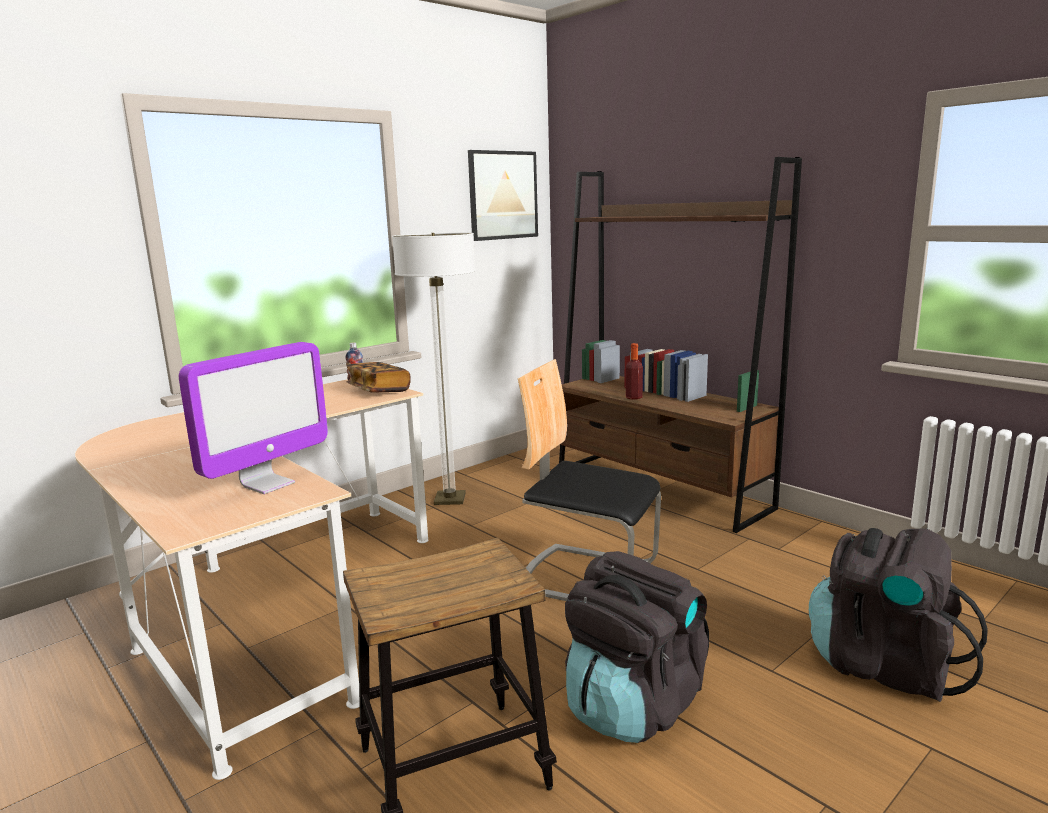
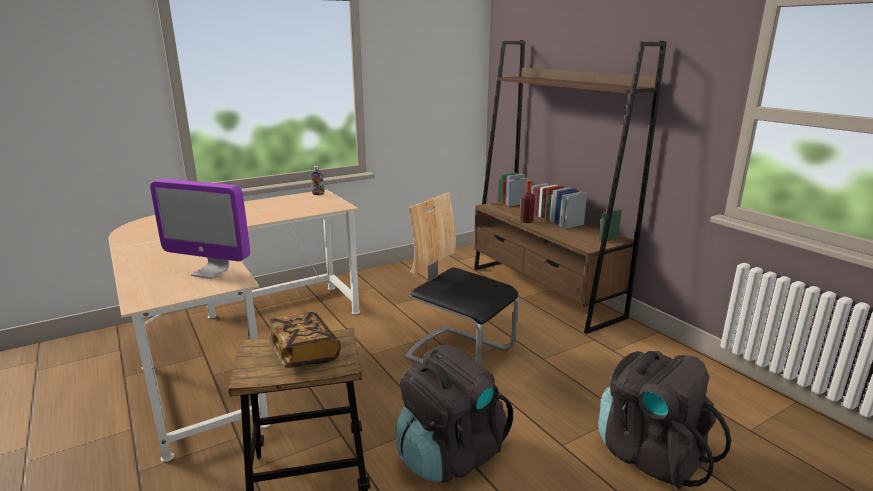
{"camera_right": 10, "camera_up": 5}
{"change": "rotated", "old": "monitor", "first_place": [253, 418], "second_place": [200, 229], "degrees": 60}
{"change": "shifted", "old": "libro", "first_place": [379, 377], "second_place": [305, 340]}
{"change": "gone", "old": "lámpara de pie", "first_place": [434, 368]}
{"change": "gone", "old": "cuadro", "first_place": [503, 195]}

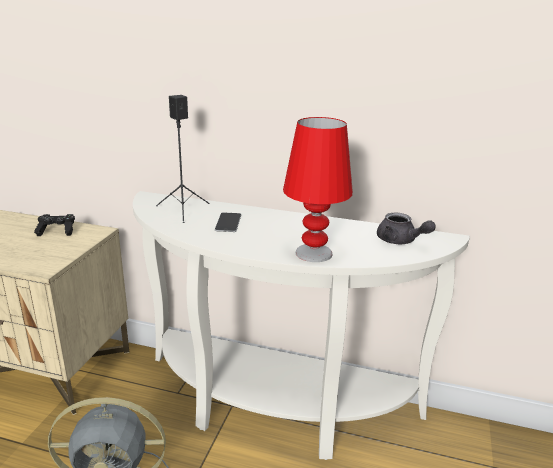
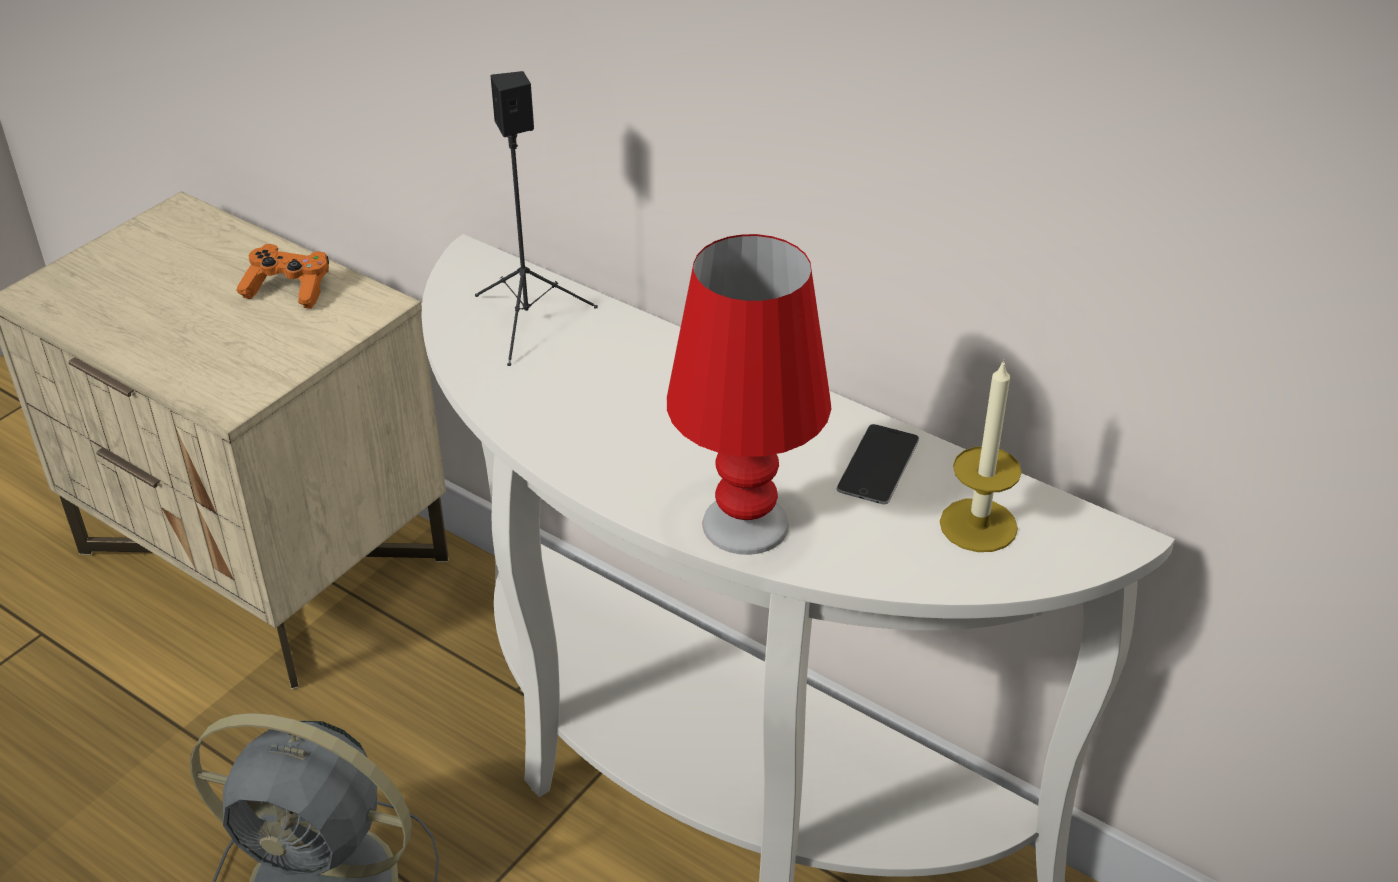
{"camera_right": 20, "camera_up": 15}
{"change": "repainted", "old": "mando de consola (negro)", "new": "mando de consola (naranja)", "first_place": [54, 225], "second_place": [282, 276]}
{"change": "shifted", "old": "móvil", "first_place": [228, 222], "second_place": [878, 464]}
{"change": "swapped", "old": "tetera (gris)", "new": "vela", "first_place": [406, 228], "second_place": [981, 455]}

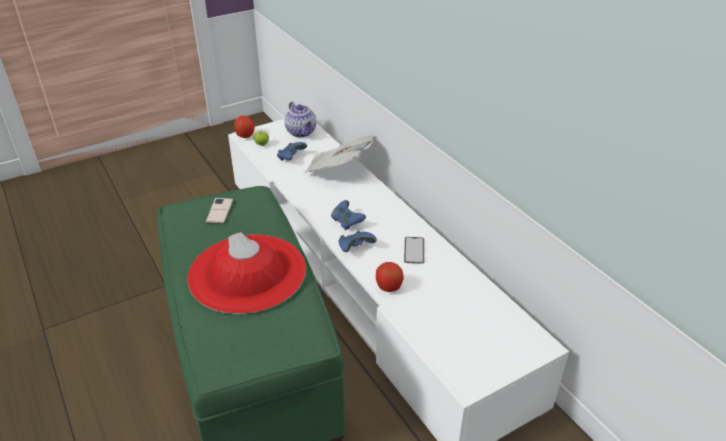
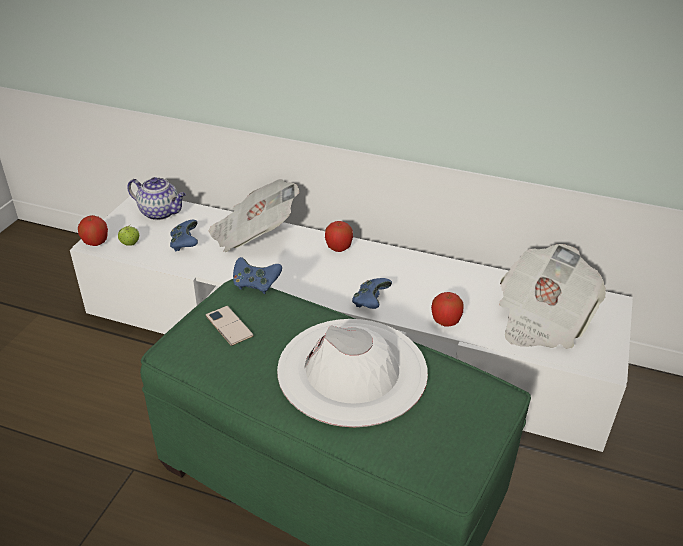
{"camera_right": -40, "camera_up": 0}
{"change": "repainted", "old": "sombrero (rojo)", "new": "sombrero (blanco)", "first_place": [246, 273], "second_place": [352, 373]}
{"change": "shifted", "old": "mando de consola (azul)", "first_place": [348, 215], "second_place": [257, 275]}
{"change": "gone", "old": "móvil", "first_place": [414, 250]}
{"change": "new", "new": "manzana", "second_place": [339, 236]}
{"change": "new", "new": "periódico", "second_place": [552, 296]}

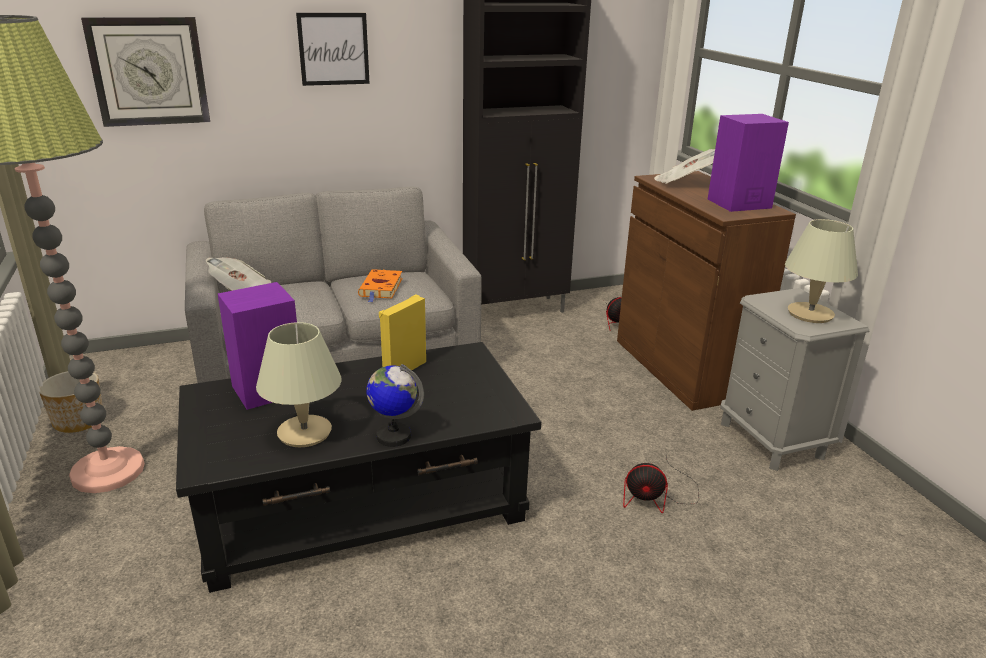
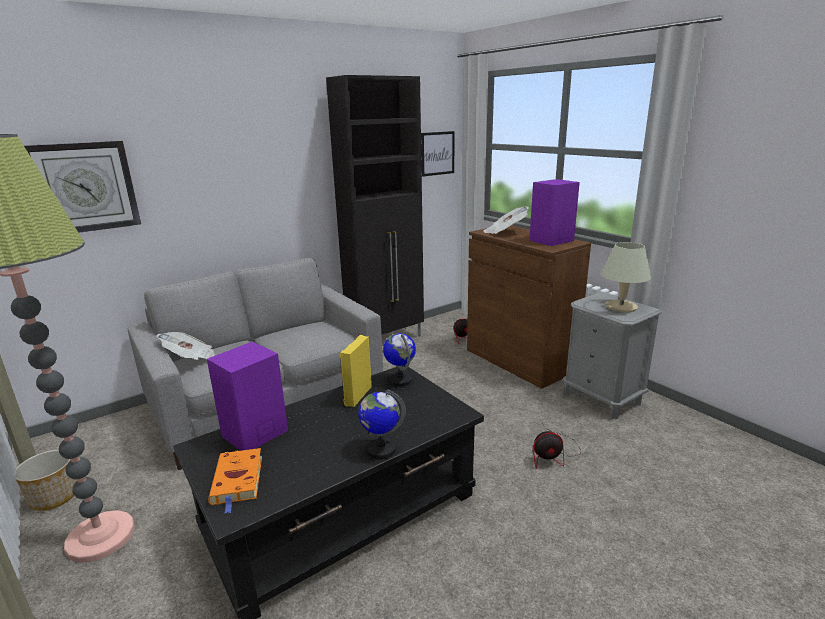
{"camera_right": -15, "camera_up": -5}
{"change": "gone", "old": "lámpara de mesa (beis)", "first_place": [299, 384]}
{"change": "shifted", "old": "cuadro", "first_place": [333, 49], "second_place": [438, 154]}
{"change": "shifted", "old": "libro (naranja)", "first_place": [380, 285], "second_place": [235, 481]}
{"change": "new", "new": "globo terráqueo", "second_place": [399, 360]}

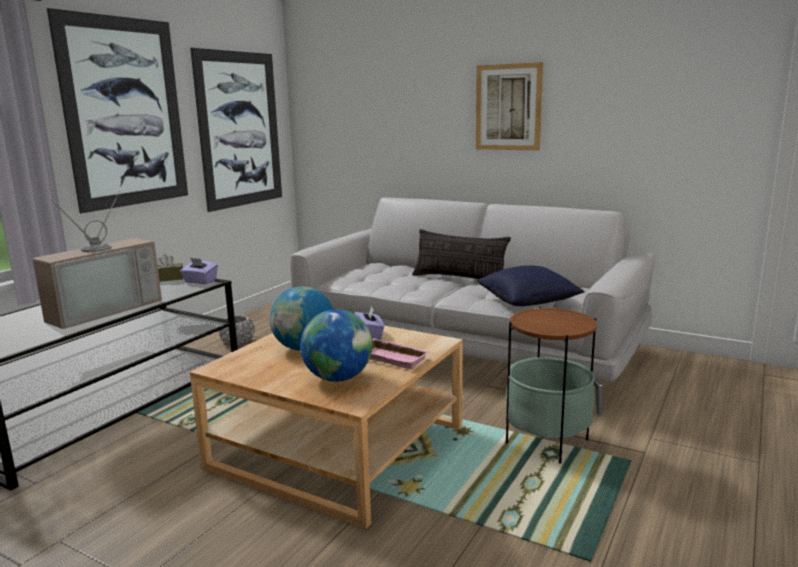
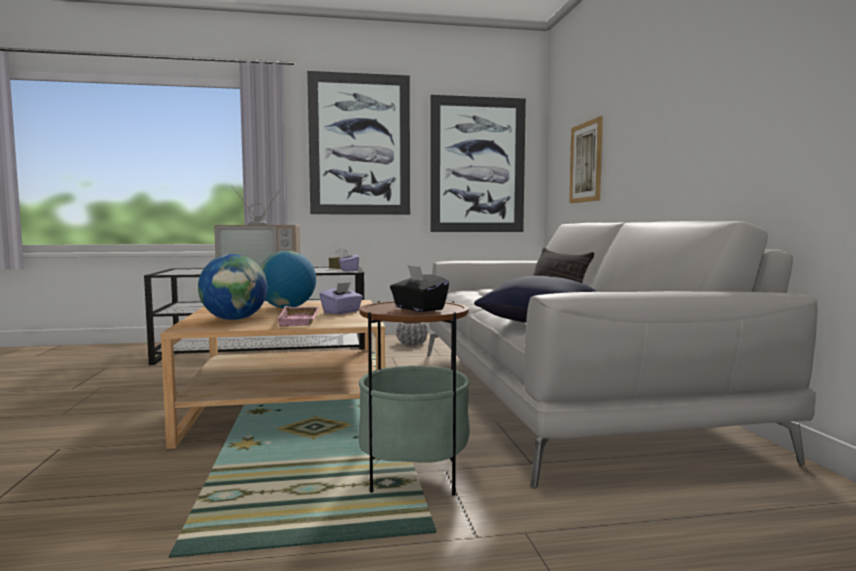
{"camera_right": 50, "camera_up": -10}
{"change": "shifted", "old": "cuadro", "first_place": [509, 106], "second_place": [586, 159]}
{"change": "new", "new": "caja de pañuelos (negro)", "second_place": [419, 288]}

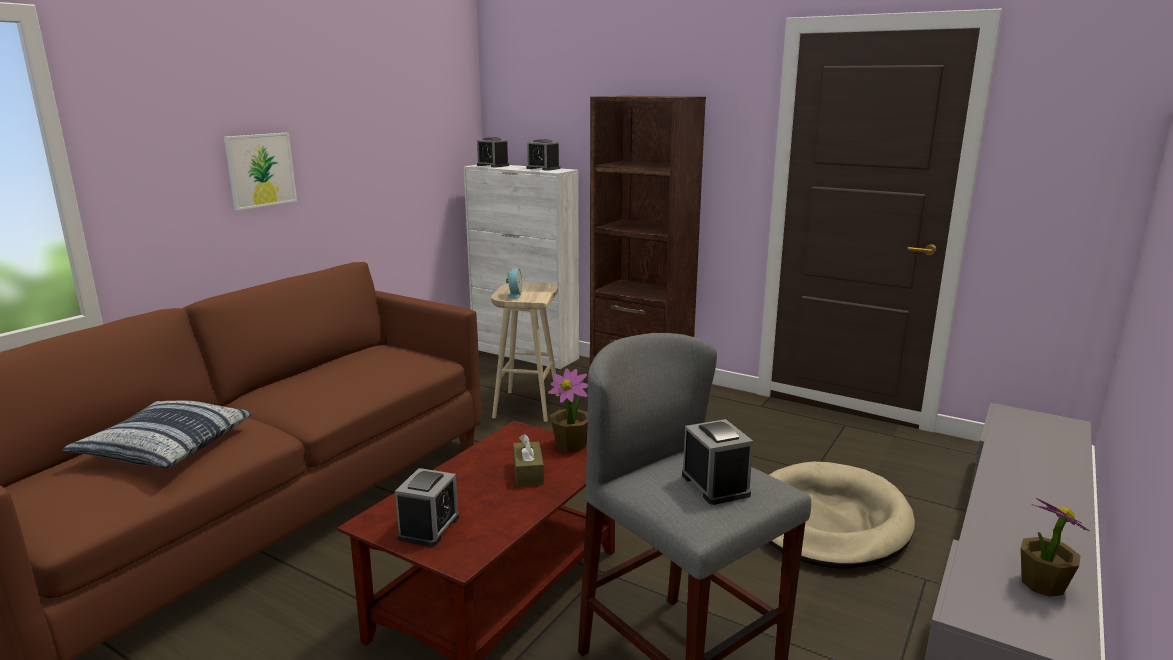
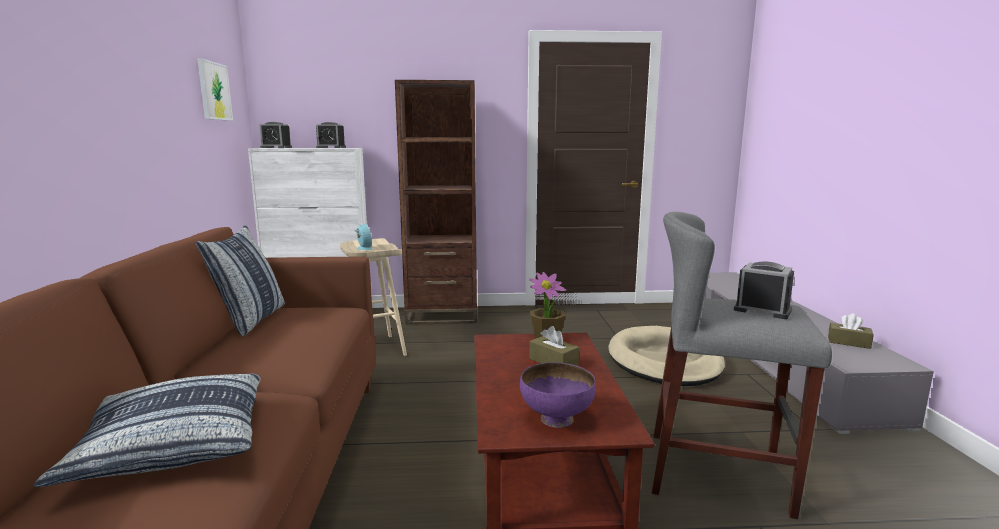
{"camera_right": -35, "camera_up": -5}
{"change": "shifted", "old": "cuadro", "first_place": [260, 171], "second_place": [215, 89]}
{"change": "swapped", "old": "despertador", "new": "cuenco (morado)", "first_place": [427, 507], "second_place": [558, 395]}
{"change": "swapped", "old": "planta en maceta", "new": "caja de pañuelos (marrón)", "first_place": [1055, 547], "second_place": [851, 331]}
{"change": "new", "new": "cojín", "second_place": [240, 280]}

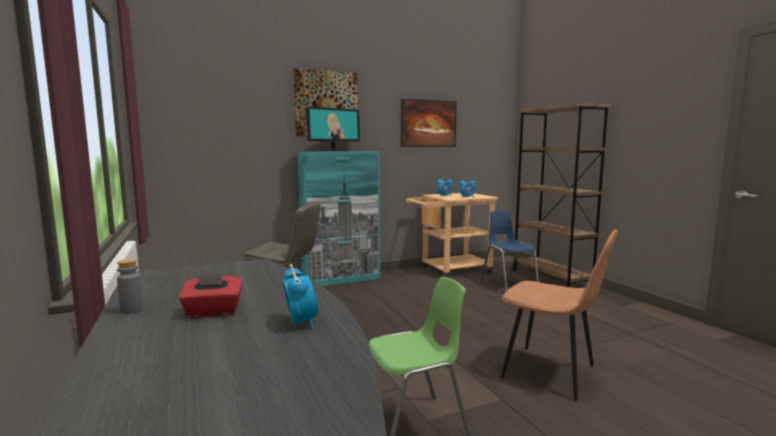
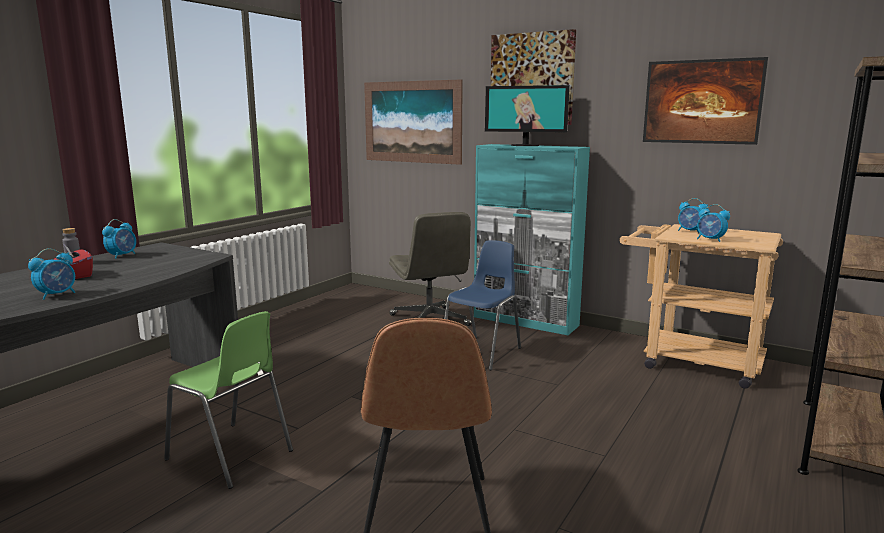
{"camera_right": 55, "camera_up": 5}
{"change": "shifted", "old": "silla (azul)", "first_place": [510, 251], "second_place": [482, 305]}
{"change": "new", "new": "despertador", "second_place": [119, 239]}
{"change": "new", "new": "cuadro", "second_place": [413, 122]}

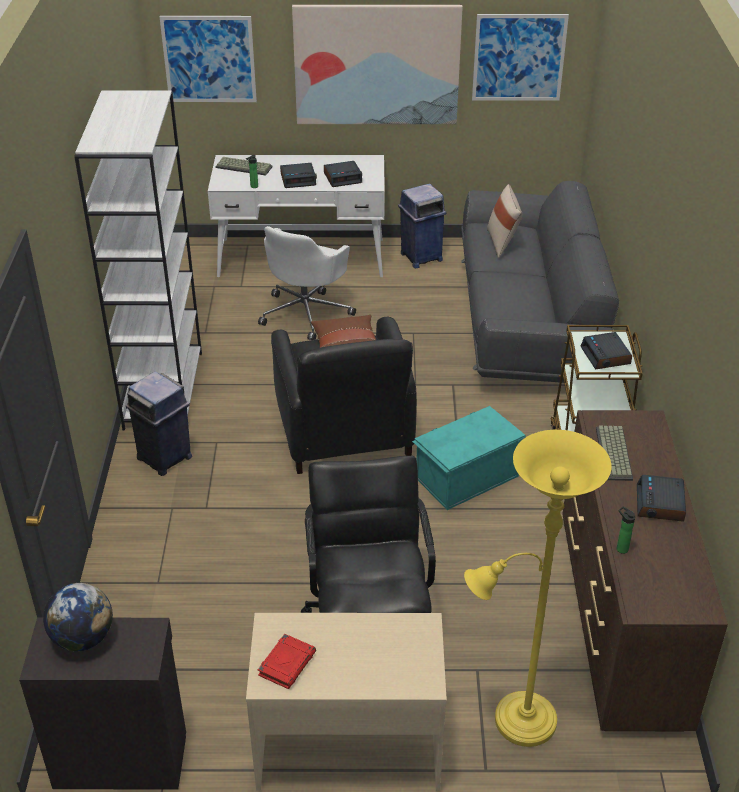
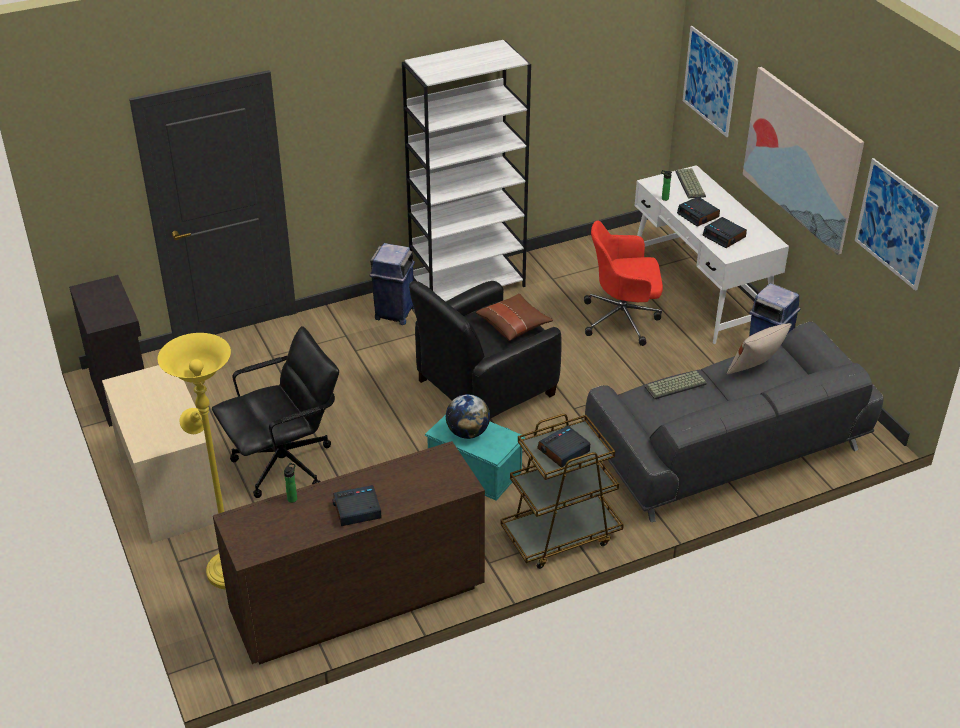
{"camera_right": 65, "camera_up": 0}
{"change": "shifted", "old": "globo terráqueo", "first_place": [78, 617], "second_place": [468, 416]}
{"change": "repainted", "old": "silla de oficina (blanco)", "new": "silla de oficina (rojo)", "first_place": [307, 283], "second_place": [623, 283]}
{"change": "gone", "old": "libro (rojo)", "first_place": [287, 661]}
{"change": "shifted", "old": "teclado", "first_place": [614, 453], "second_place": [676, 385]}

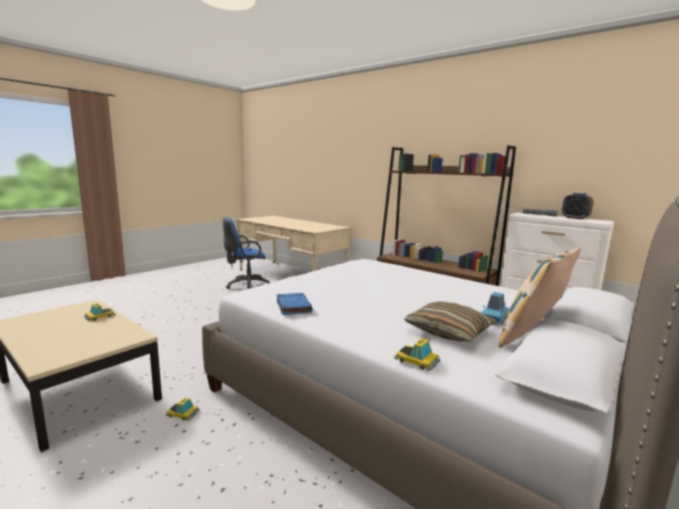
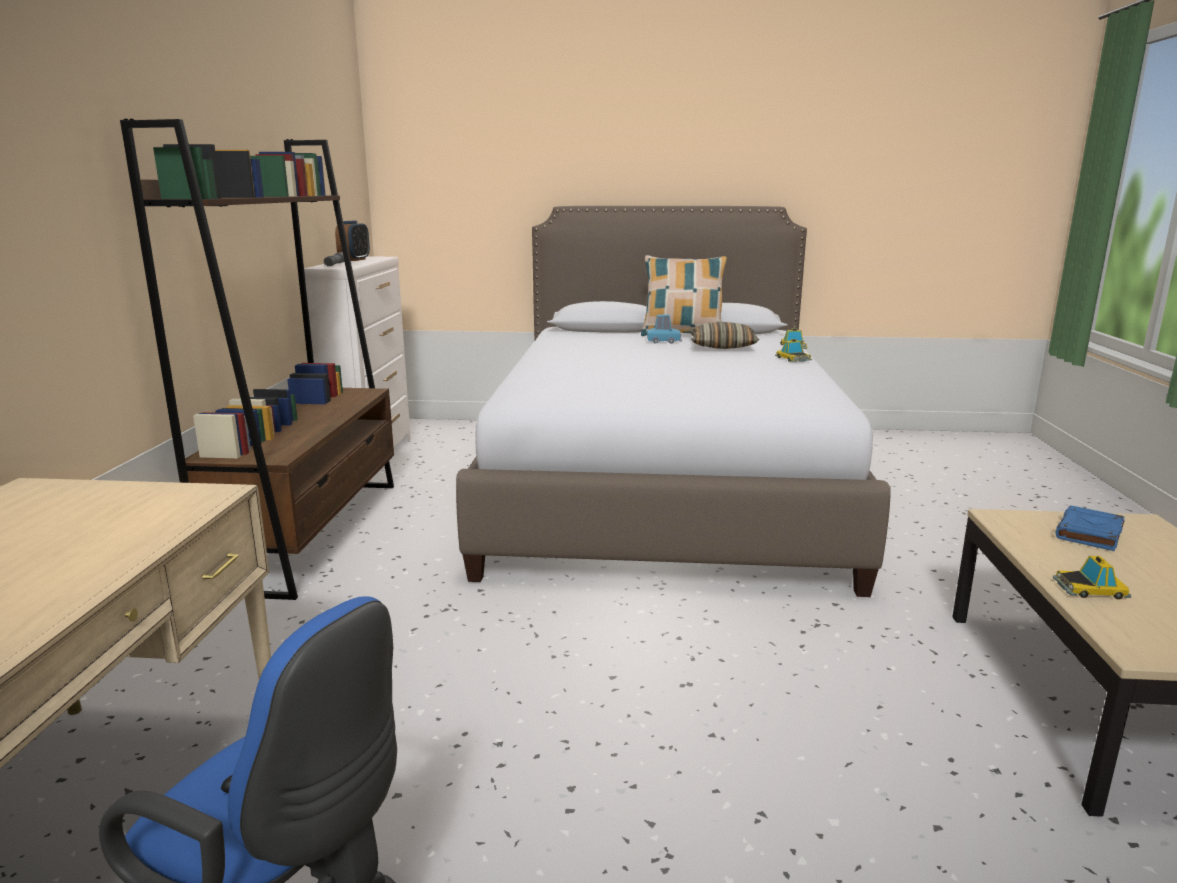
{"camera_right": -125, "camera_up": 5}
{"change": "shifted", "old": "coche de juguete", "first_place": [183, 409], "second_place": [793, 350]}
{"change": "shifted", "old": "libro (azul)", "first_place": [295, 304], "second_place": [1090, 528]}

